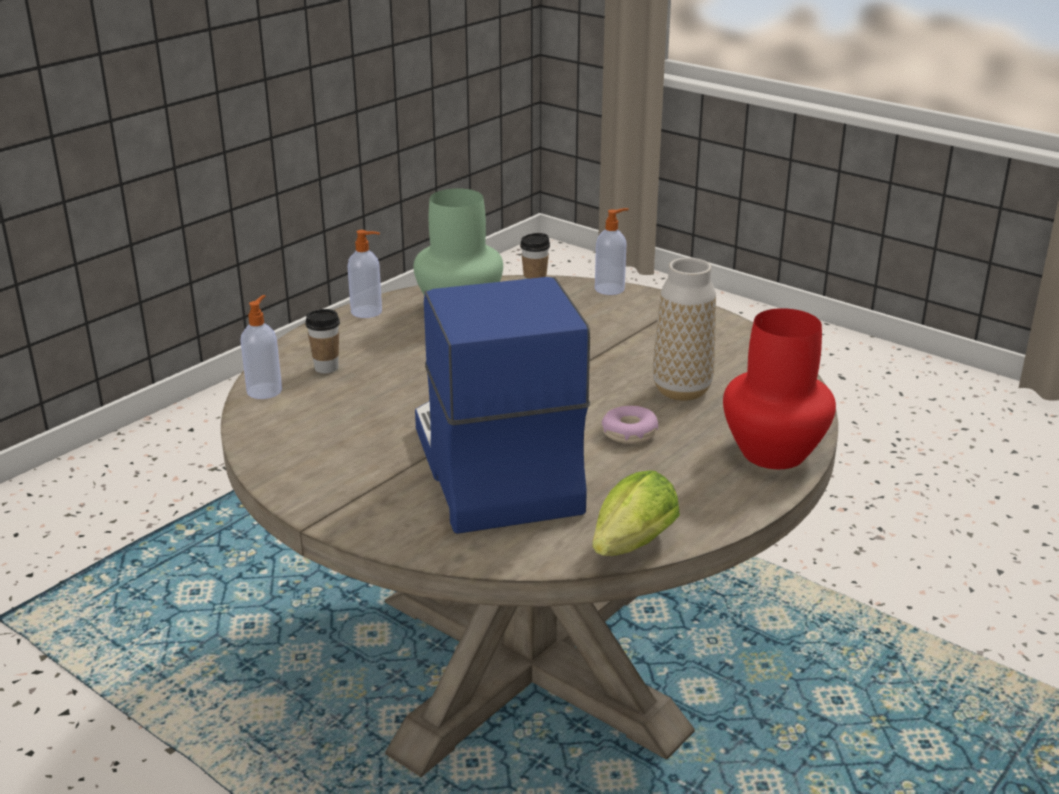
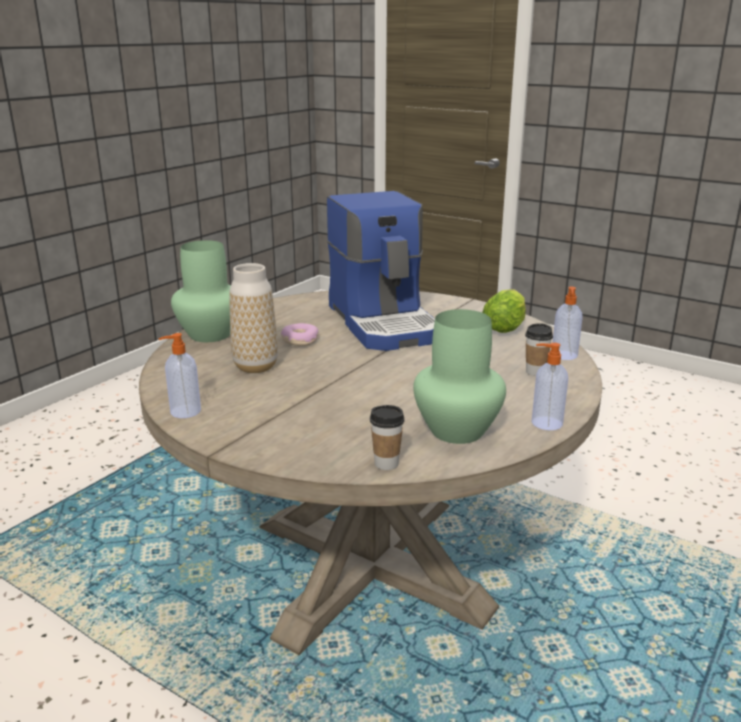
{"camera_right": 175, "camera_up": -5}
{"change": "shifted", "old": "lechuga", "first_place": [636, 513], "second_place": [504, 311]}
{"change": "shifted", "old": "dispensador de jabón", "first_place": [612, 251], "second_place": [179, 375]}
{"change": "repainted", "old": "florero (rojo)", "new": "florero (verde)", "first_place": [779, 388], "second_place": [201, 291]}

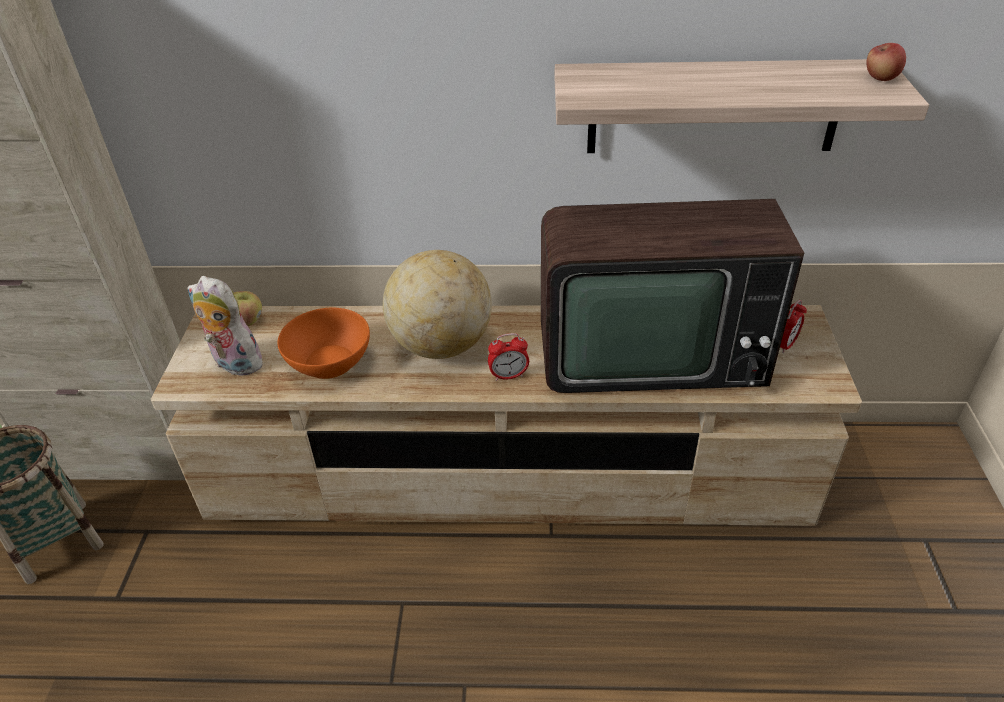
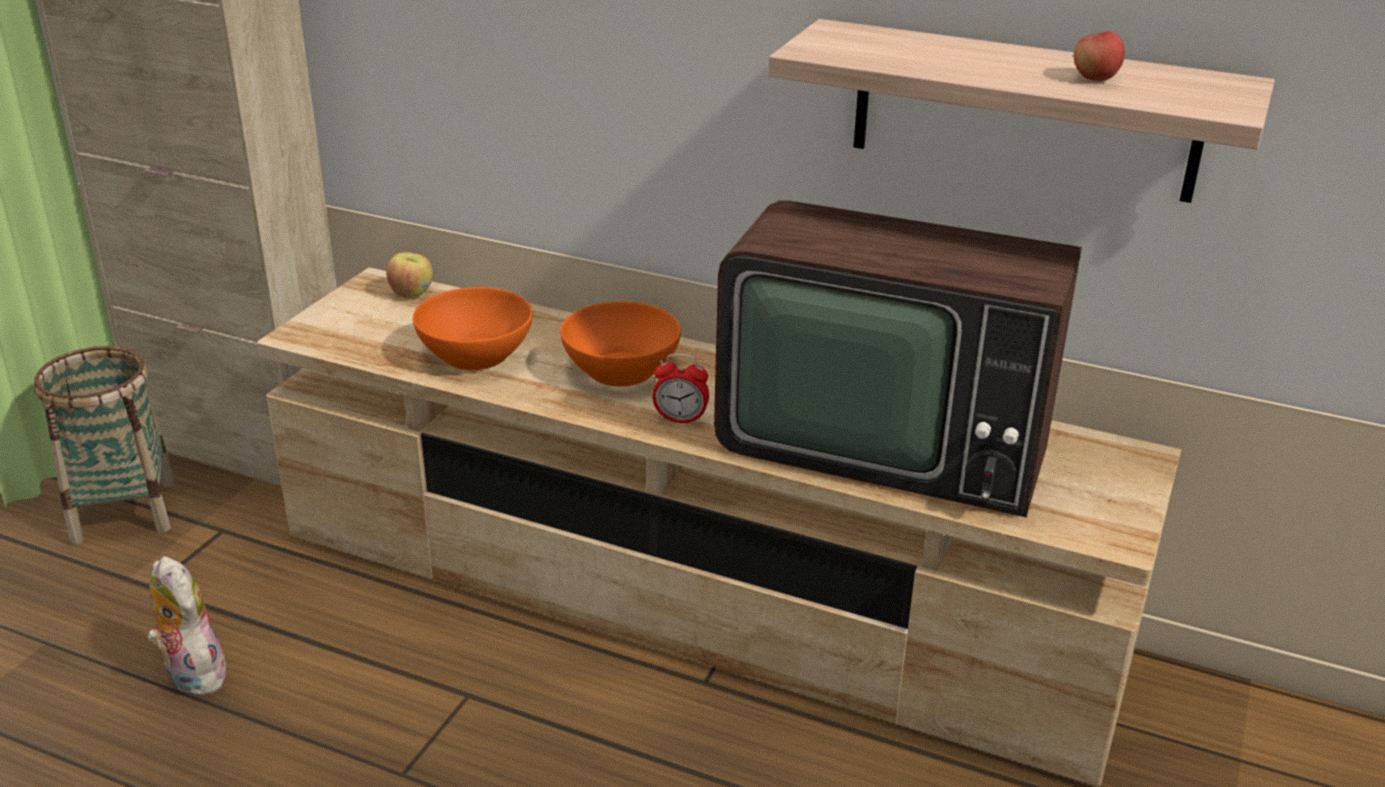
{"camera_right": 20, "camera_up": -10}
{"change": "shifted", "old": "peluche", "first_place": [226, 326], "second_place": [188, 626]}
{"change": "swapped", "old": "globo terráqueo", "new": "cuenco (naranja)", "first_place": [437, 304], "second_place": [620, 343]}
{"change": "gone", "old": "despertador", "first_place": [793, 326]}
{"change": "shifted", "old": "manzana", "first_place": [886, 62], "second_place": [1099, 56]}

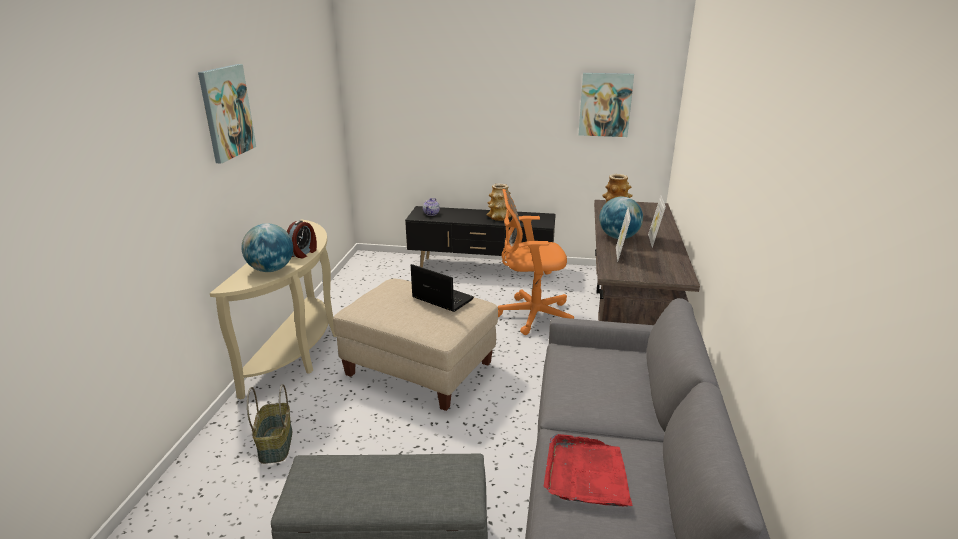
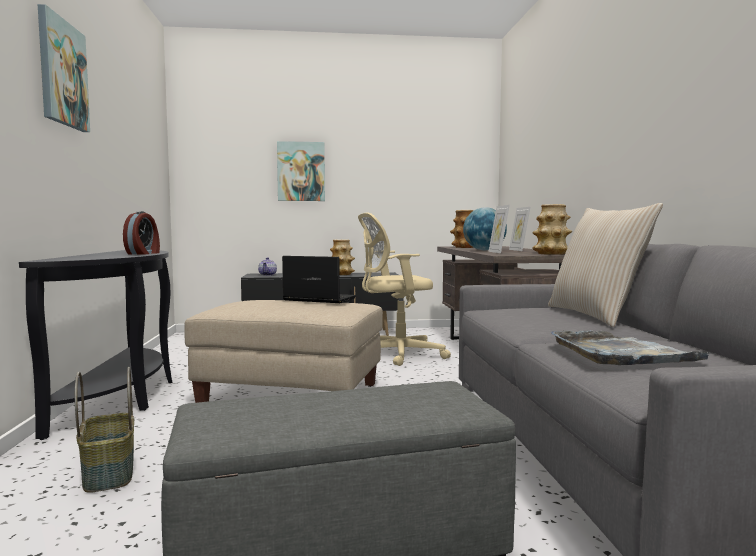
{"camera_right": -15, "camera_up": -20}
{"change": "repainted", "old": "mesa consola (beis)", "new": "mesa consola (negro)", "first_place": [273, 309], "second_place": [95, 345]}
{"change": "gone", "old": "globo terráqueo", "first_place": [267, 247]}
{"change": "repainted", "old": "silla de oficina (naranja)", "new": "silla de oficina (beis)", "first_place": [536, 262], "second_place": [404, 289]}
{"change": "repainted", "old": "bandeja (rojo)", "new": "bandeja (gris)", "first_place": [588, 470], "second_place": [633, 347]}
{"change": "shifted", "old": "cuadro", "first_place": [606, 105], "second_place": [301, 171]}
{"change": "new", "new": "florero", "second_place": [552, 229]}
{"change": "new", "new": "cojín (beis)", "second_place": [605, 265]}

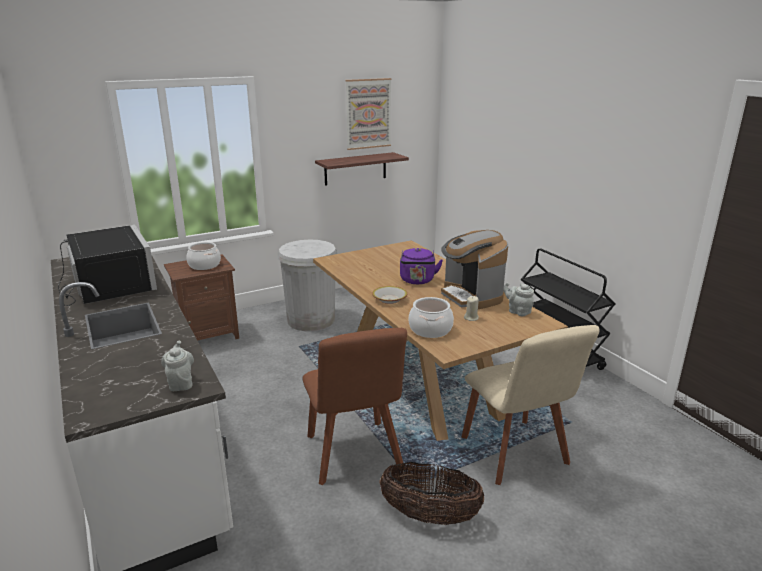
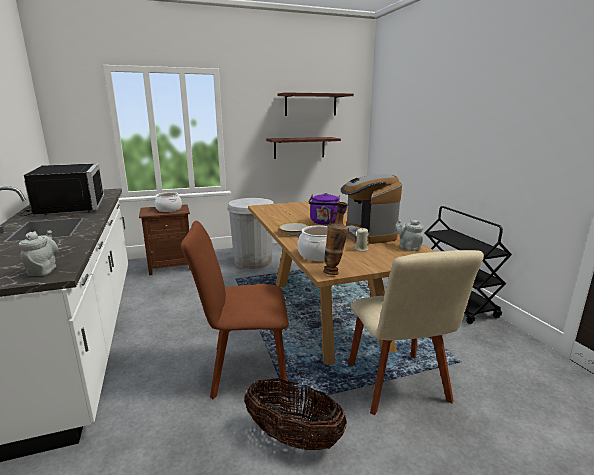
{"camera_right": 10, "camera_up": -5}
{"change": "rotated", "old": "silla (marrón)", "first_place": [354, 406], "second_place": [235, 310], "degrees": 90}
{"change": "swapped", "old": "cuadro", "new": "estante", "first_place": [368, 114], "second_place": [315, 104]}
{"change": "new", "new": "florero", "second_place": [336, 238]}

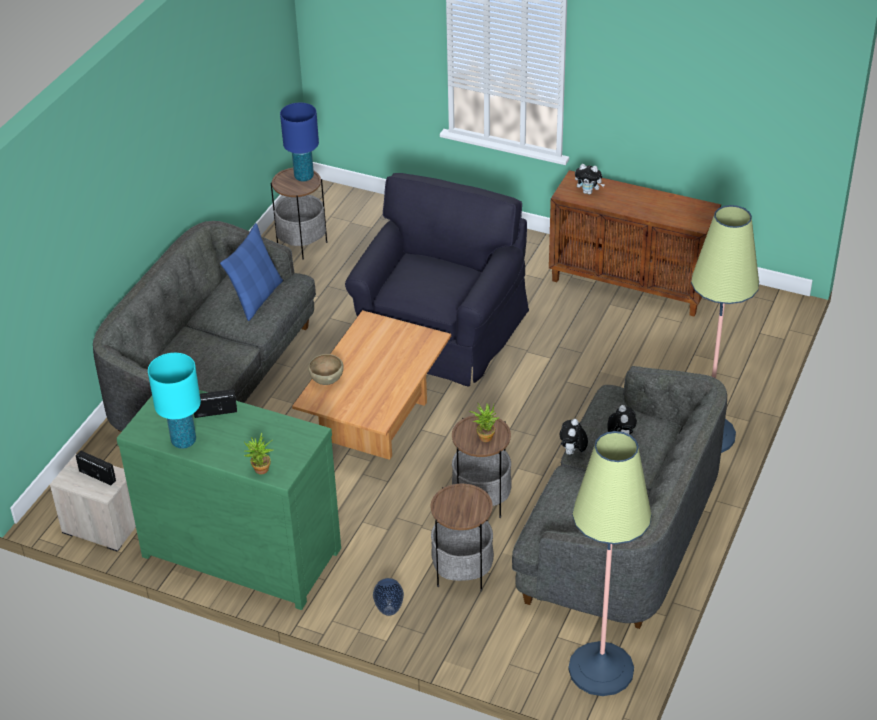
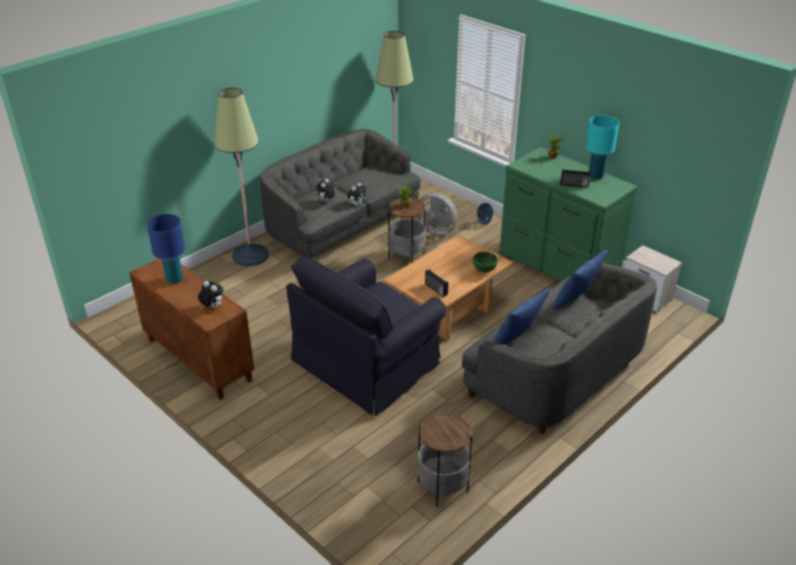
{"camera_right": -160, "camera_up": -5}
{"change": "shifted", "old": "radio", "first_place": [96, 468], "second_place": [436, 283]}
{"change": "shifted", "old": "lámpara de mesa (azul)", "first_place": [299, 142], "second_place": [166, 249]}
{"change": "repainted", "old": "cuenco (marrón)", "new": "cuenco (verde)", "first_place": [326, 369], "second_place": [485, 262]}
{"change": "swapped", "old": "mesa auxiliar", "new": "ventilador (gris)", "first_place": [462, 538], "second_place": [437, 213]}
{"change": "new", "new": "cojín (azul)", "second_place": [580, 279]}

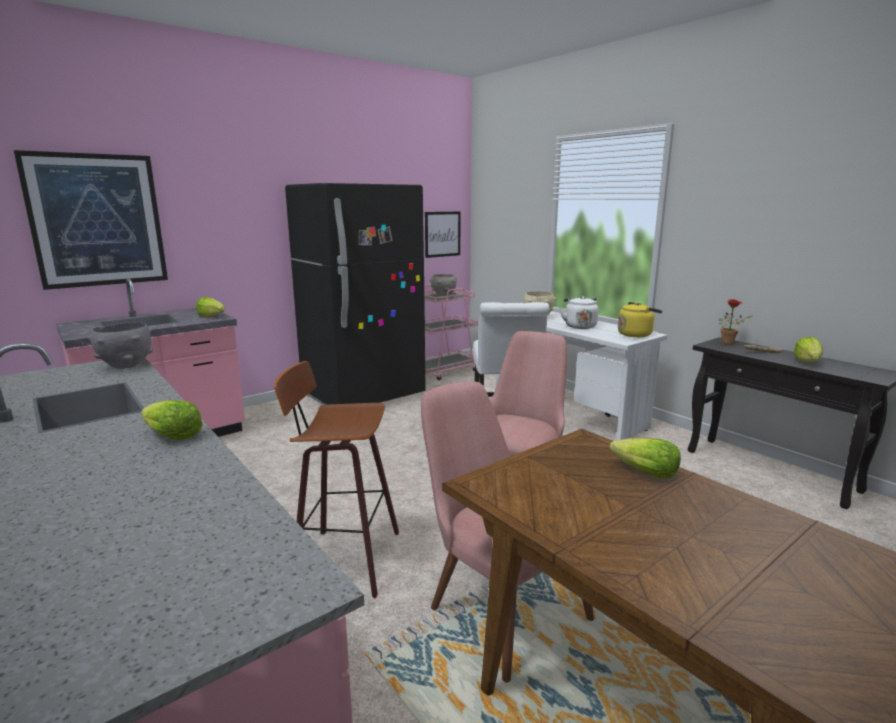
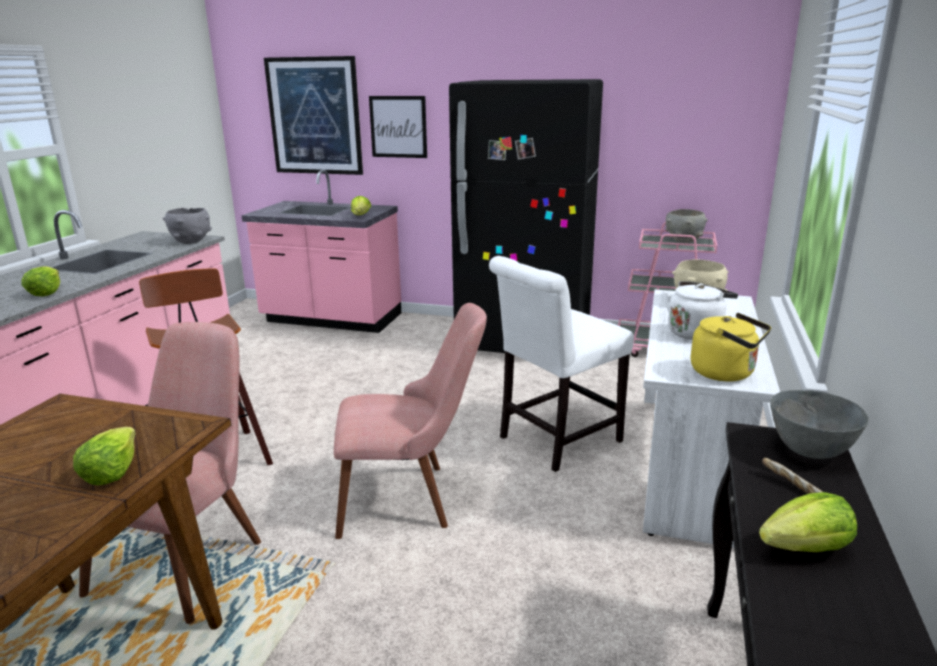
{"camera_right": 55, "camera_up": 5}
{"change": "shifted", "old": "cuadro", "first_place": [443, 234], "second_place": [398, 127]}
{"change": "swapped", "old": "planta en maceta", "new": "cuenco (gris)", "first_place": [735, 322], "second_place": [819, 424]}

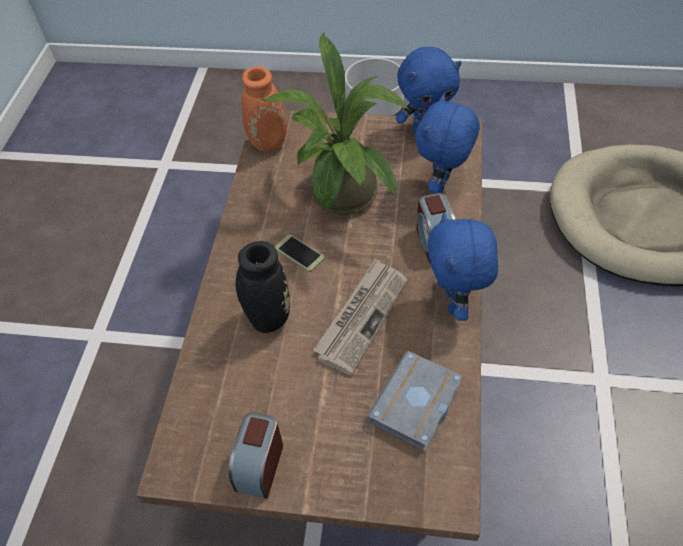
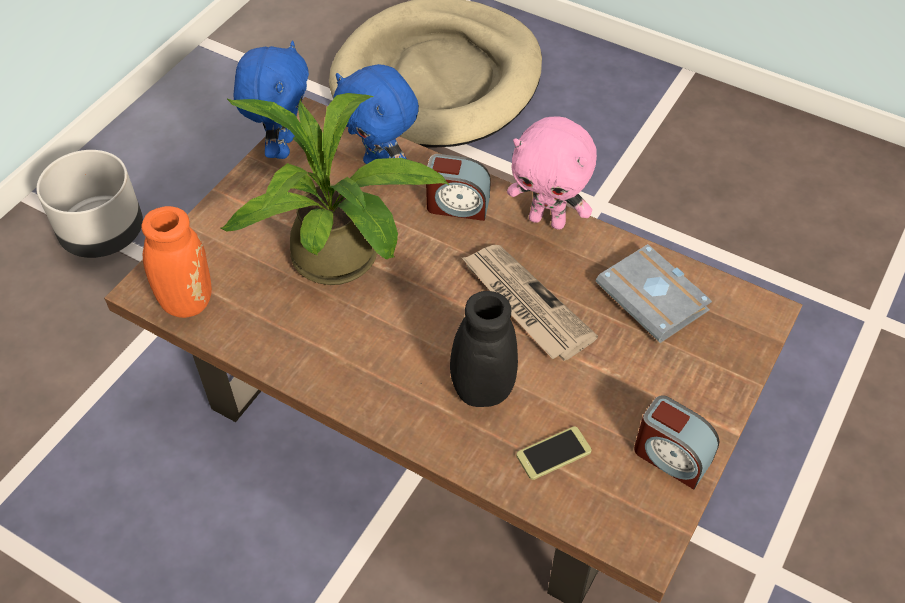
{"camera_right": -70, "camera_up": 0}
{"change": "shifted", "old": "móvil", "first_place": [300, 253], "second_place": [554, 453]}
{"change": "repainted", "old": "peluche (azul)", "new": "peluche (rosa)", "first_place": [463, 266], "second_place": [552, 173]}

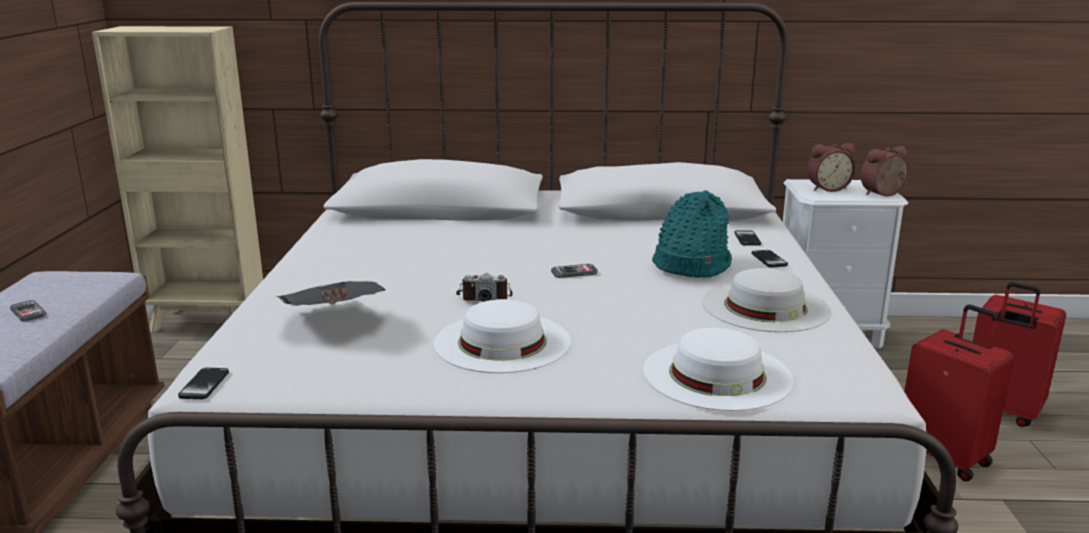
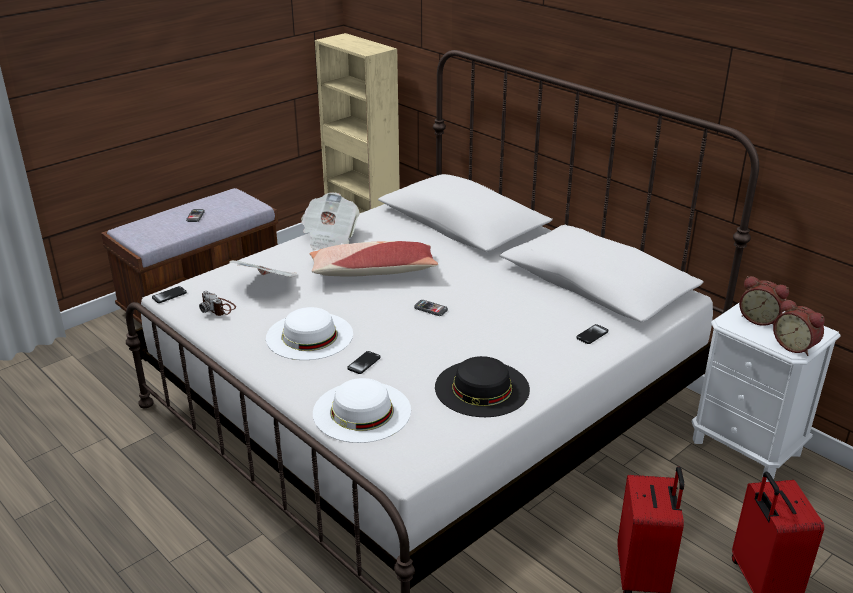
{"camera_right": 45, "camera_up": 10}
{"change": "shifted", "old": "cámara", "first_place": [484, 287], "second_place": [217, 303]}
{"change": "gone", "old": "sombrero (turquesa)", "first_place": [692, 234]}
{"change": "repainted", "old": "sombrero (blanco)", "new": "sombrero (negro)", "first_place": [766, 300], "second_place": [482, 386]}
{"change": "shifted", "old": "móvil", "first_place": [770, 258], "second_place": [363, 362]}
{"change": "rotated", "old": "despertador", "first_place": [885, 171], "second_place": [799, 327], "degrees": -150}
{"change": "new", "new": "periódico", "second_place": [330, 221]}
{"change": "new", "new": "cojín", "second_place": [373, 259]}

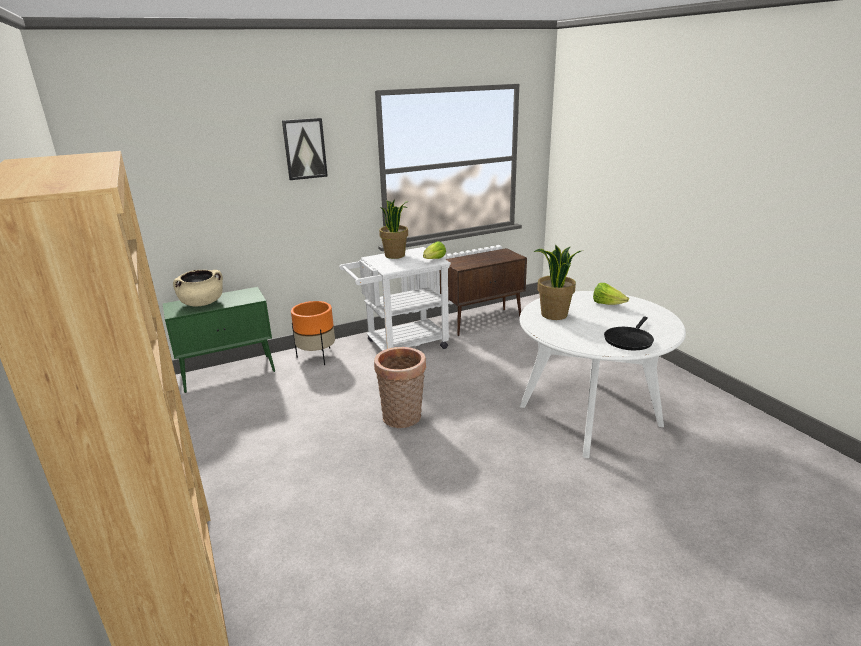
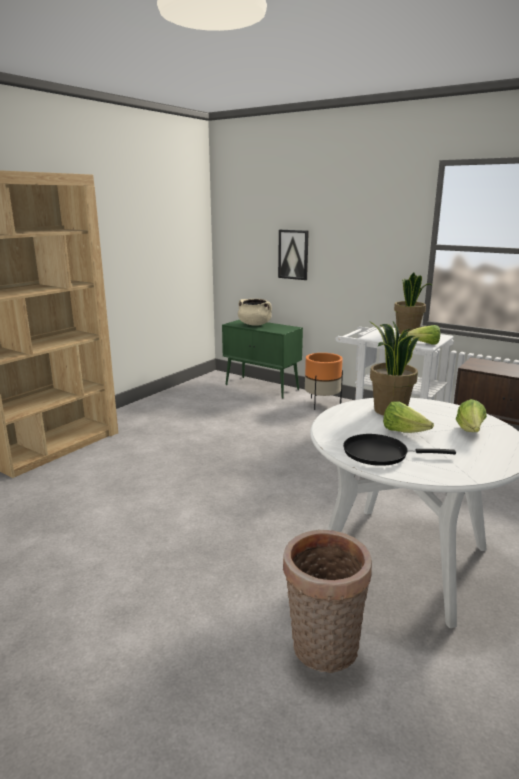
{"camera_right": 60, "camera_up": -5}
{"change": "shifted", "old": "cuadro", "first_place": [305, 149], "second_place": [293, 255]}
{"change": "shifted", "old": "cesta", "first_place": [400, 387], "second_place": [327, 601]}
{"change": "new", "new": "lechuga", "second_place": [408, 417]}

